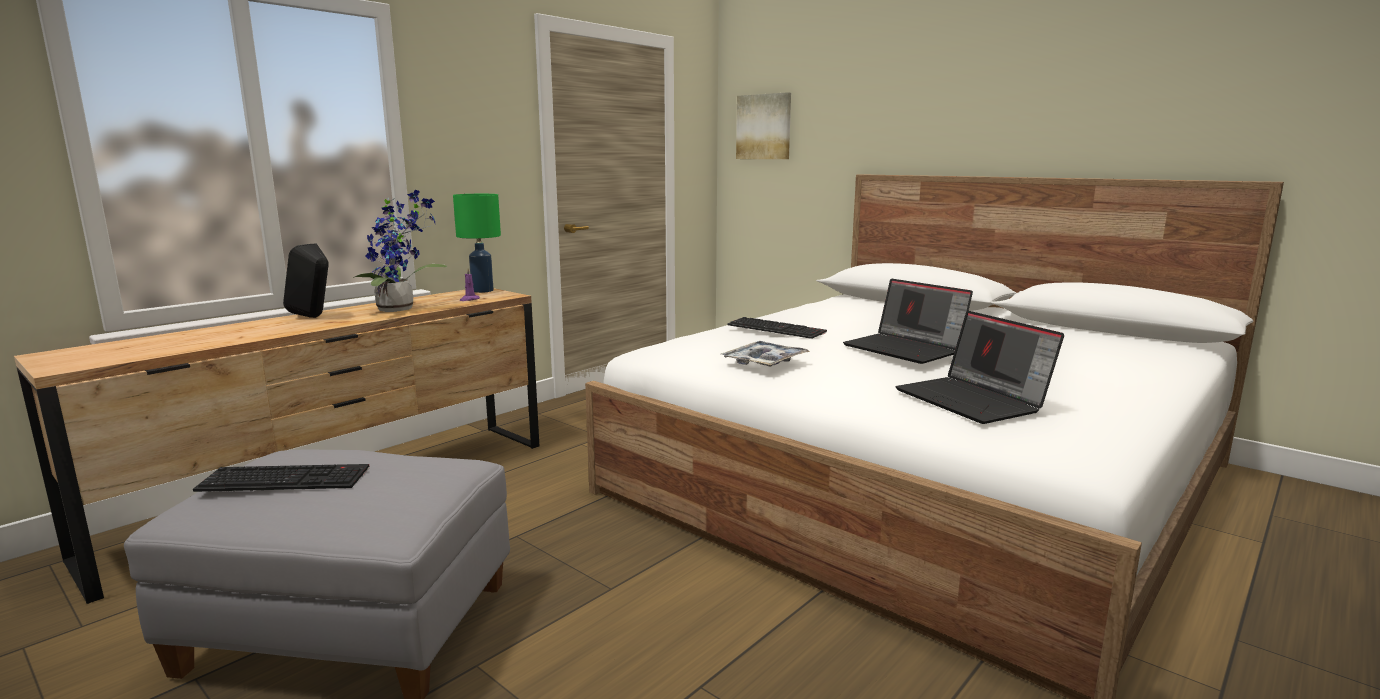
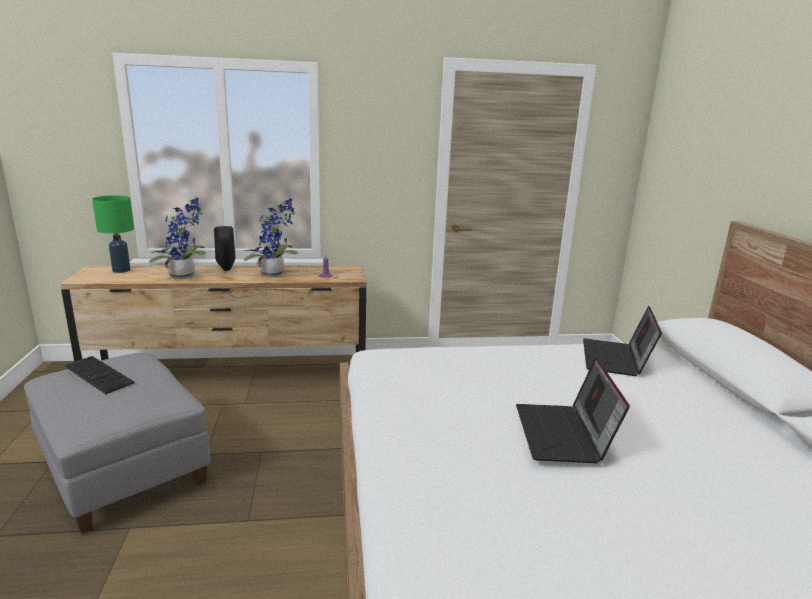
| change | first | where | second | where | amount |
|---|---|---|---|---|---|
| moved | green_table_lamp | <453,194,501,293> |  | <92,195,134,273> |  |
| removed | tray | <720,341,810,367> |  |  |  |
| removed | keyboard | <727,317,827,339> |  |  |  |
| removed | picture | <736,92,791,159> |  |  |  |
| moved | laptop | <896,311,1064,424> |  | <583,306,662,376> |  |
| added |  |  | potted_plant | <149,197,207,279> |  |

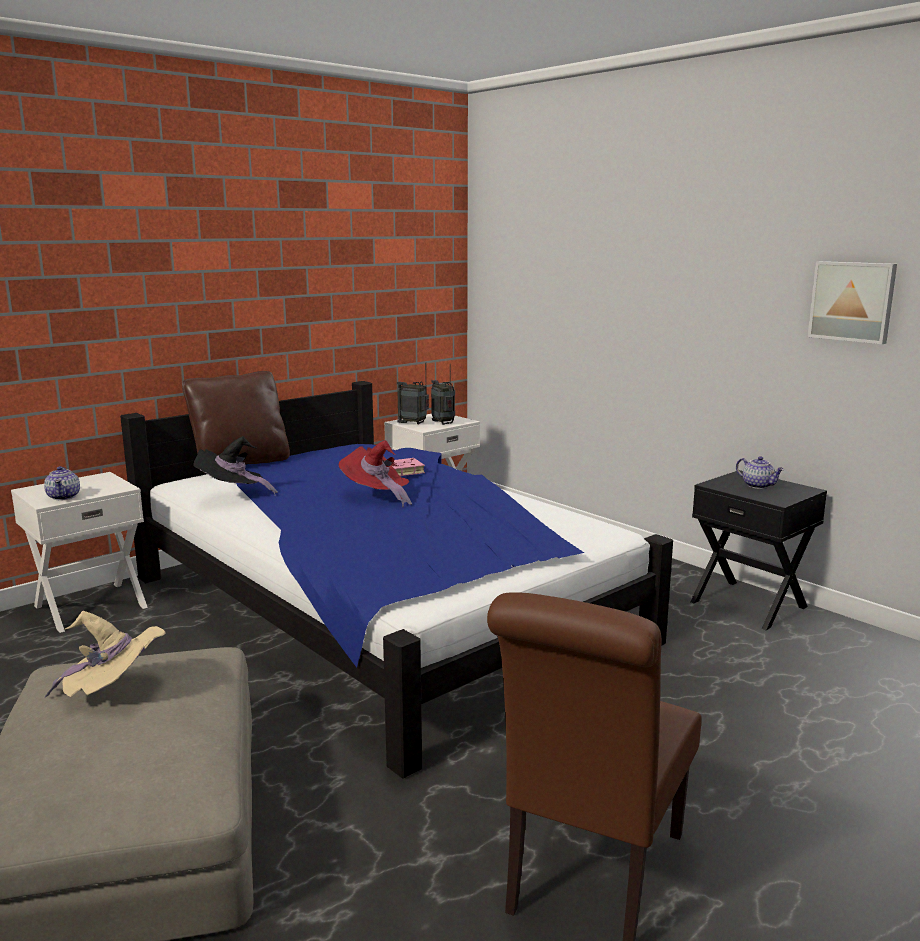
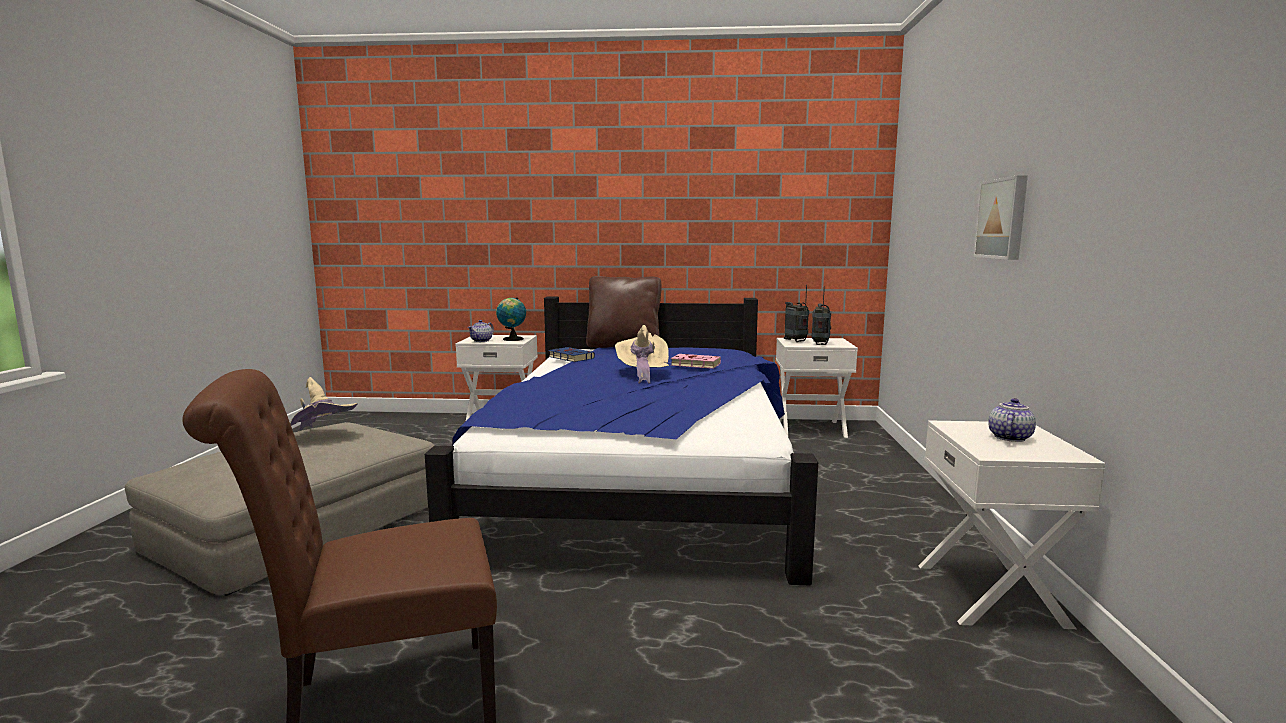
| change | first | where | second | where | amount |
|---|---|---|---|---|---|
| replaced | black_hat | <193,436,278,494> | blue_book | <548,347,595,362> |  |
| recoloured | red_hat | <339,440,412,507> | beige_hat | <615,325,669,383> |  |
| recoloured | black_nightstand | <690,470,827,630> | white_nightstand | <918,420,1105,629> |  |
| turned | teapot | <736,456,784,489> |  | <988,398,1036,442> | 150 degrees counterclockwise |
| moved | picture | <808,261,897,344> |  | <973,175,1028,260> |  |
| added |  |  | globe | <496,297,526,341> |  |

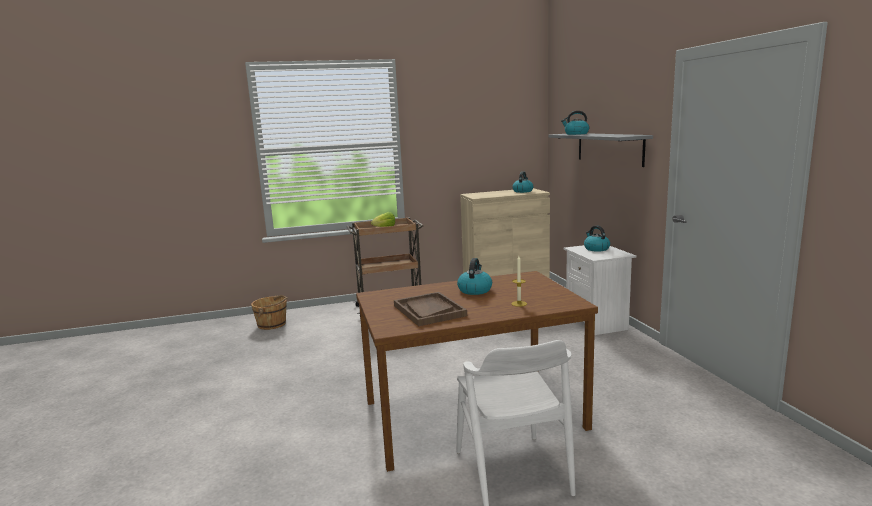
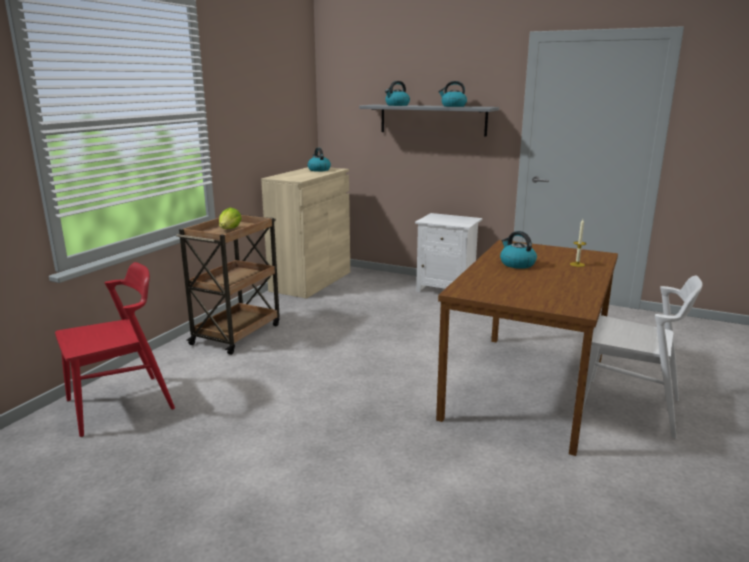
| change | first | where | second | where | amount |
|---|---|---|---|---|---|
| replaced | brown_bucket | <251,295,288,330> | red_chair | <55,262,175,437> |  |
| removed | brown_tray | <394,292,467,326> |  |  |  |
| moved | kettle | <584,225,610,252> |  | <438,81,467,107> |  |

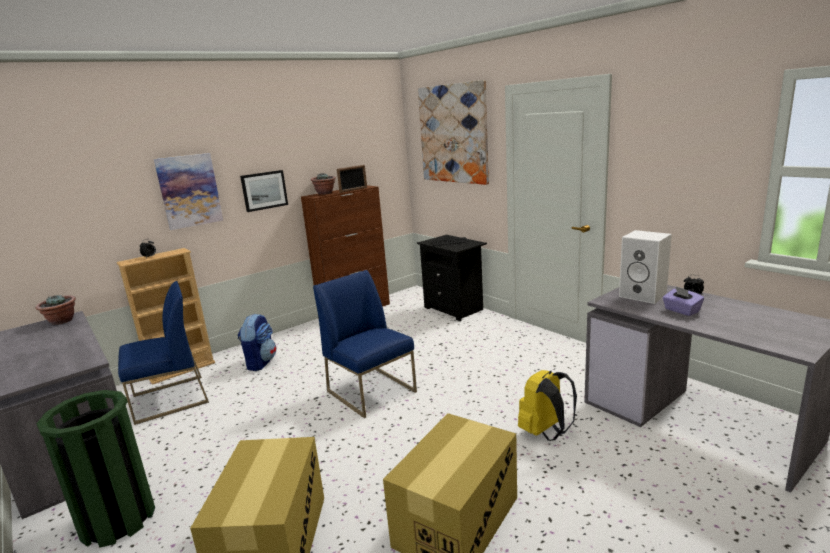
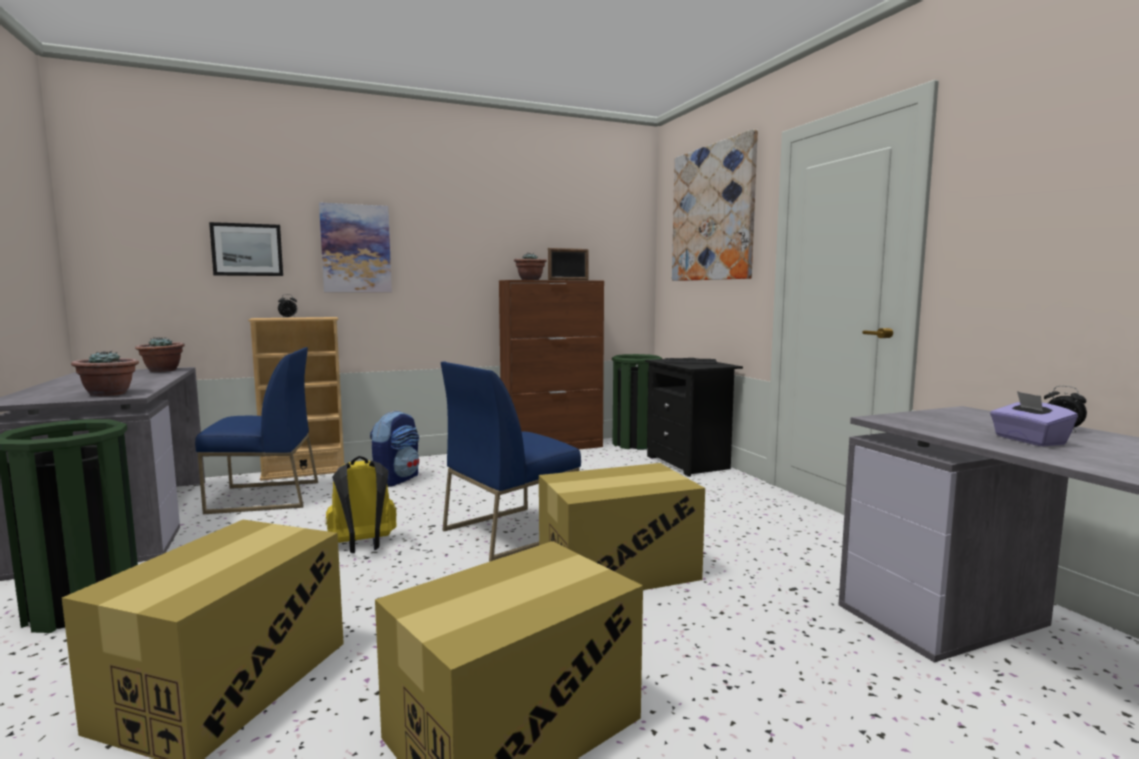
| change | first | where | second | where | amount |
|---|---|---|---|---|---|
| moved | picture | <240,170,288,212> |  | <209,222,283,276> |  |
| turned | blue_chair | <313,270,417,418> |  | <441,361,581,561> | 105 degrees counterclockwise |
| moved | yellow_backpack | <518,370,577,441> |  | <326,456,397,553> |  |
| removed | white_speaker | <619,230,672,304> |  |  |  |
| added |  |  | potted_plant | <71,351,139,396> |  |
| added |  |  | cardboard_box | <539,463,705,590> |  |
| added |  |  | green_trash_can | <612,354,662,450> |  |

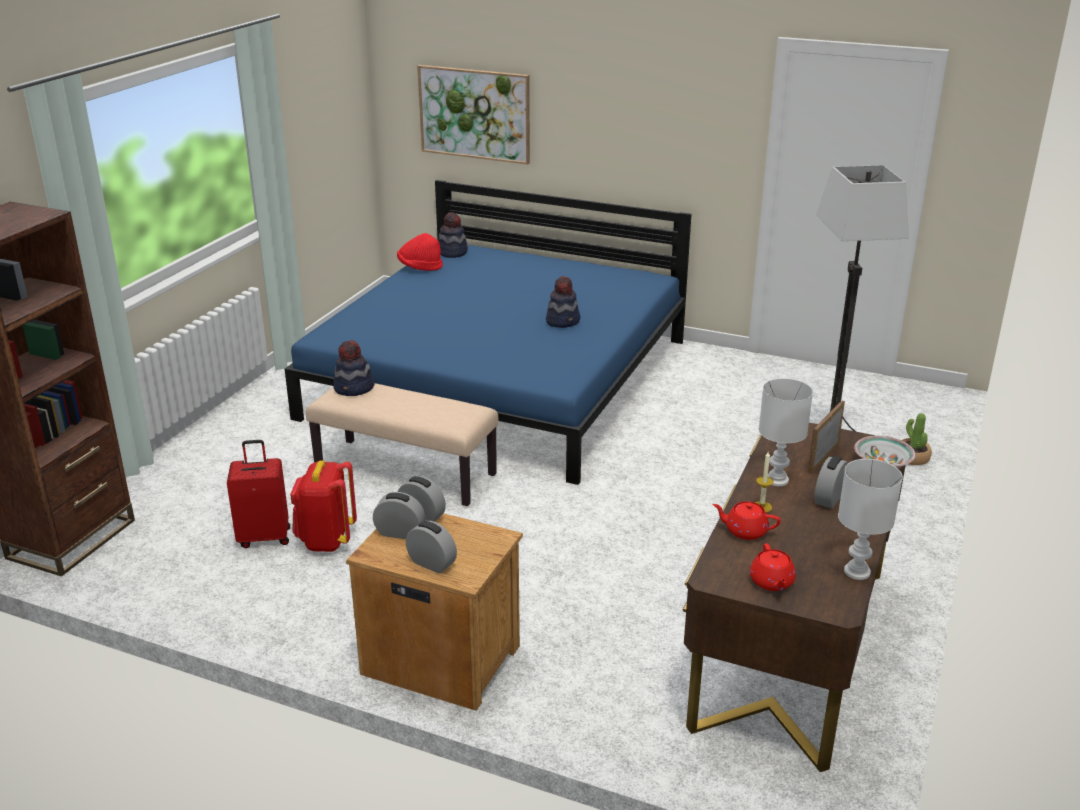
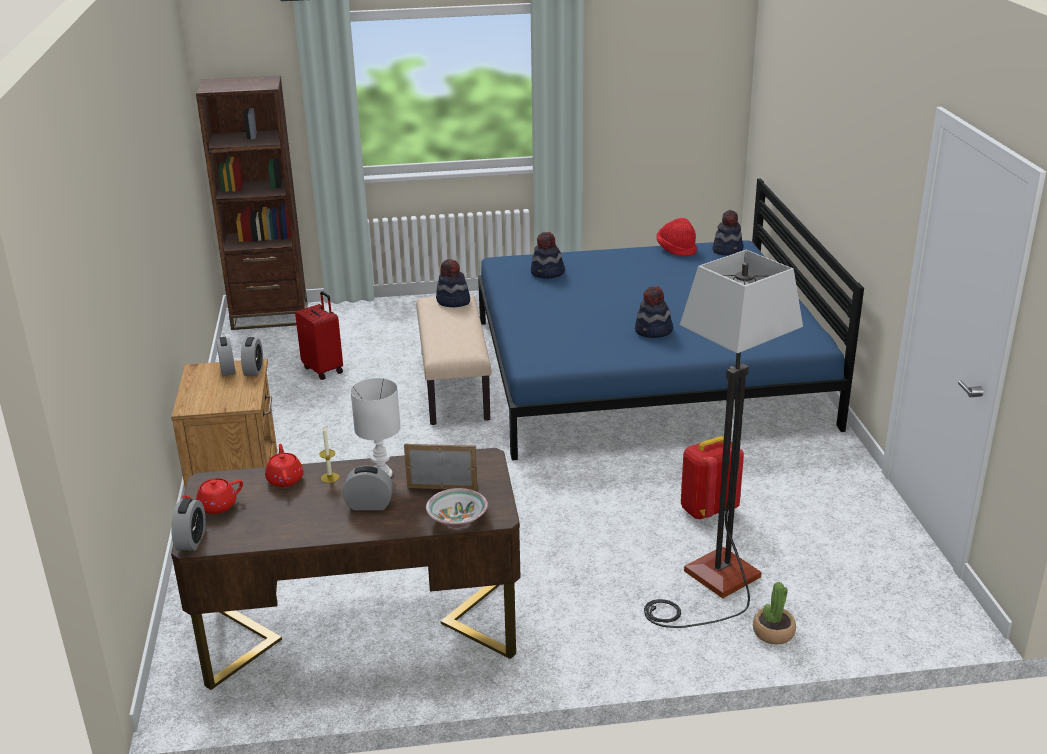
| change | first | where | second | where | amount |
|---|---|---|---|---|---|
| moved | red_backpack | <290,460,357,552> |  | <681,436,744,519> |  |
| moved | alarm_clock | <406,521,457,573> |  | <171,498,206,551> |  |
| removed | picture | <417,65,530,165> |  |  |  |
| removed | white_table_lamp | <838,459,903,580> |  |  |  |
| added |  |  | hat | <531,232,565,279> |  |

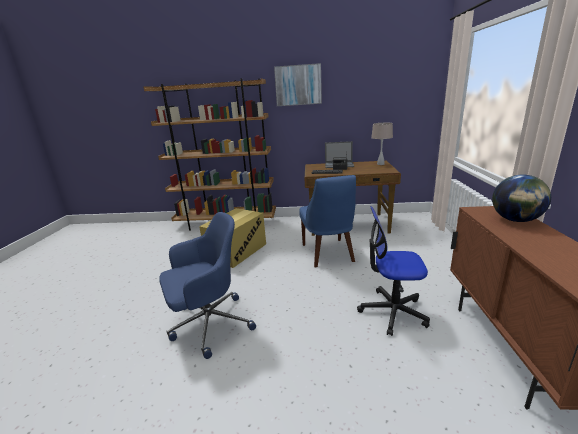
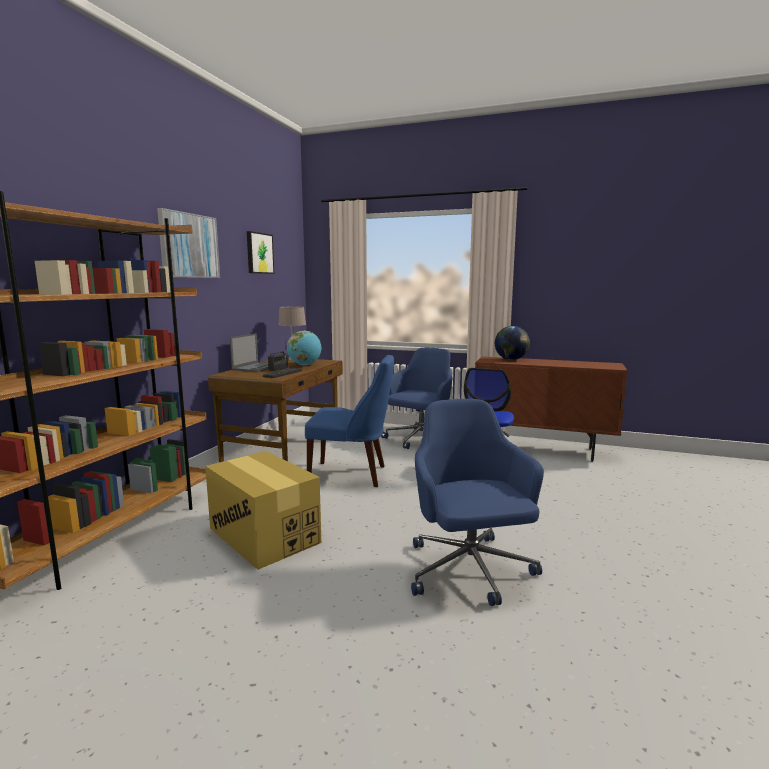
| change | first | where | second | where | amount |
|---|---|---|---|---|---|
| added |  |  | picture | <247,231,274,274> |  |
| added |  |  | globe | <287,331,321,365> |  |
| added |  |  | blue_office_chair | <381,348,453,449> |  |

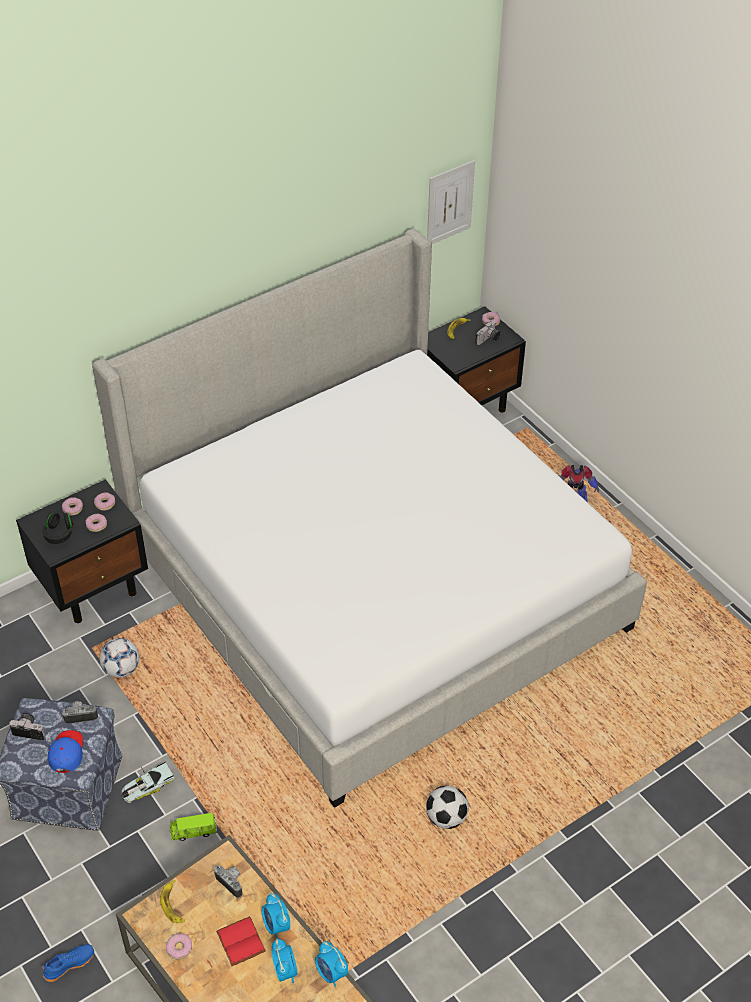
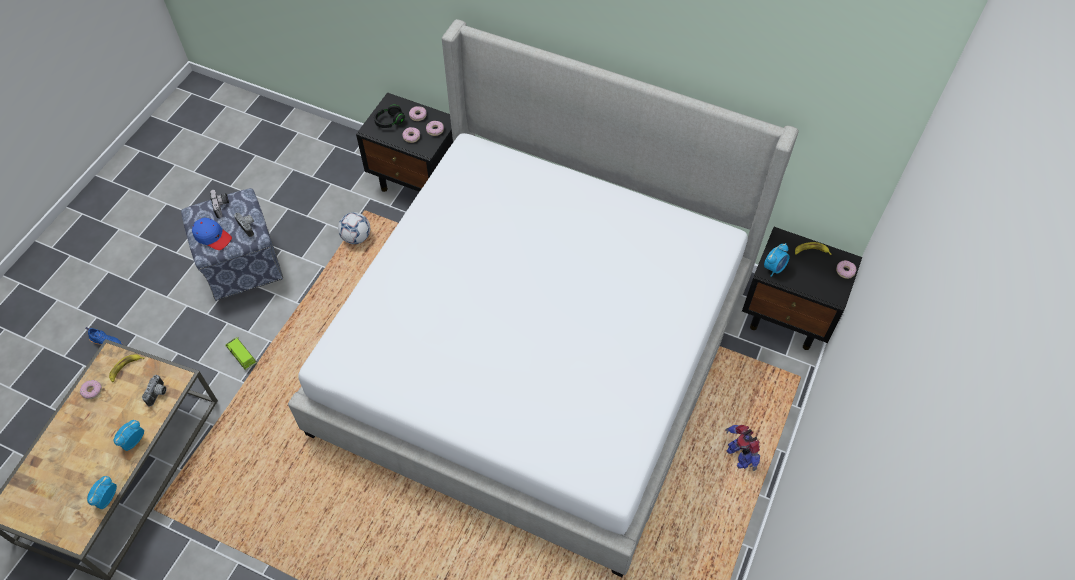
| change | first | where | second | where | amount |
|---|---|---|---|---|---|
| turned | blue_cap | <48,730,83,773> |  | <192,218,232,250> | 60 degrees clockwise |
| removed | toy_car | <121,762,174,803> |  |  |  |
| removed | red_book | <216,916,266,966> |  |  |  |
| moved | alarm_clock | <272,938,298,983> |  | <764,243,789,277> |  |
| removed | football | <426,786,469,829> |  |  |  |
| removed | picture | <427,160,475,244> |  |  |  |
| removed | photo_camera | <475,321,501,345> |  |  |  |

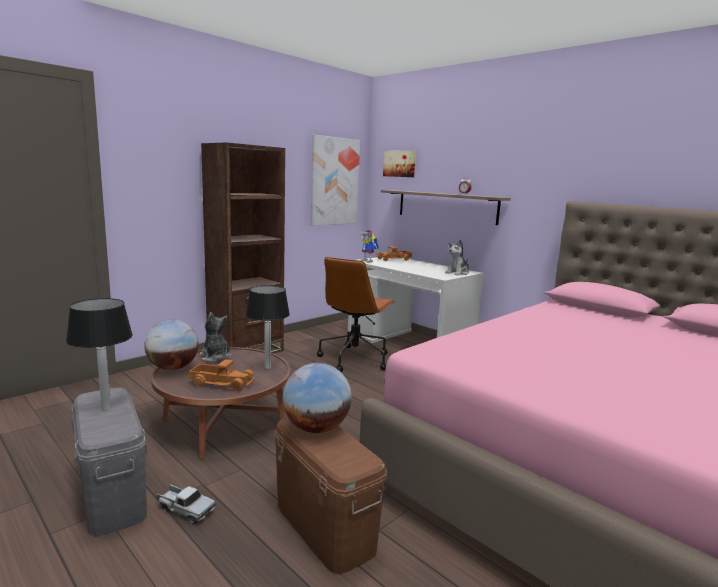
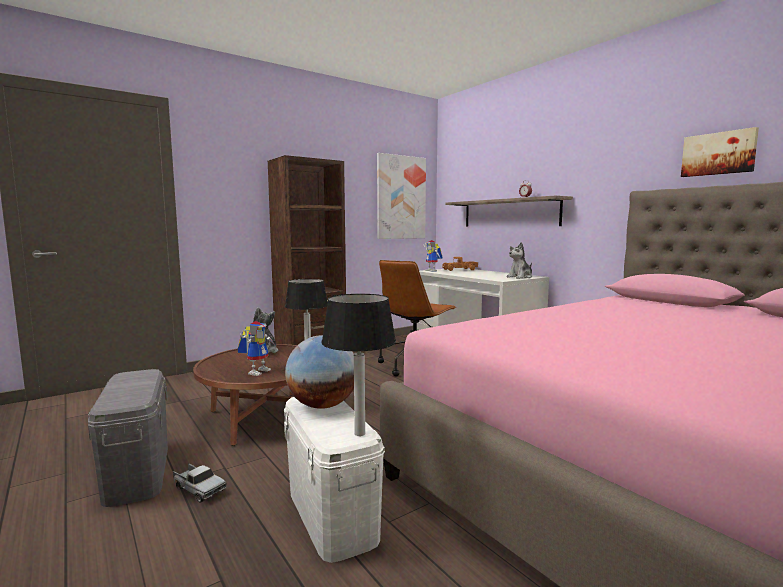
| change | first | where | second | where | amount |
|---|---|---|---|---|---|
| moved | table_lamp | <66,298,133,410> |  | <321,294,396,436> |  |
| removed | globe | <144,319,199,370> |  |  |  |
| replaced | toy_truck | <189,359,254,391> | toy_robot | <238,321,275,376> |  |
| recoloured | brown_storage_box | <274,417,387,574> | white_storage_box | <284,397,385,563> |  |
| moved | picture | <383,151,416,177> |  | <681,127,759,177> |  |

